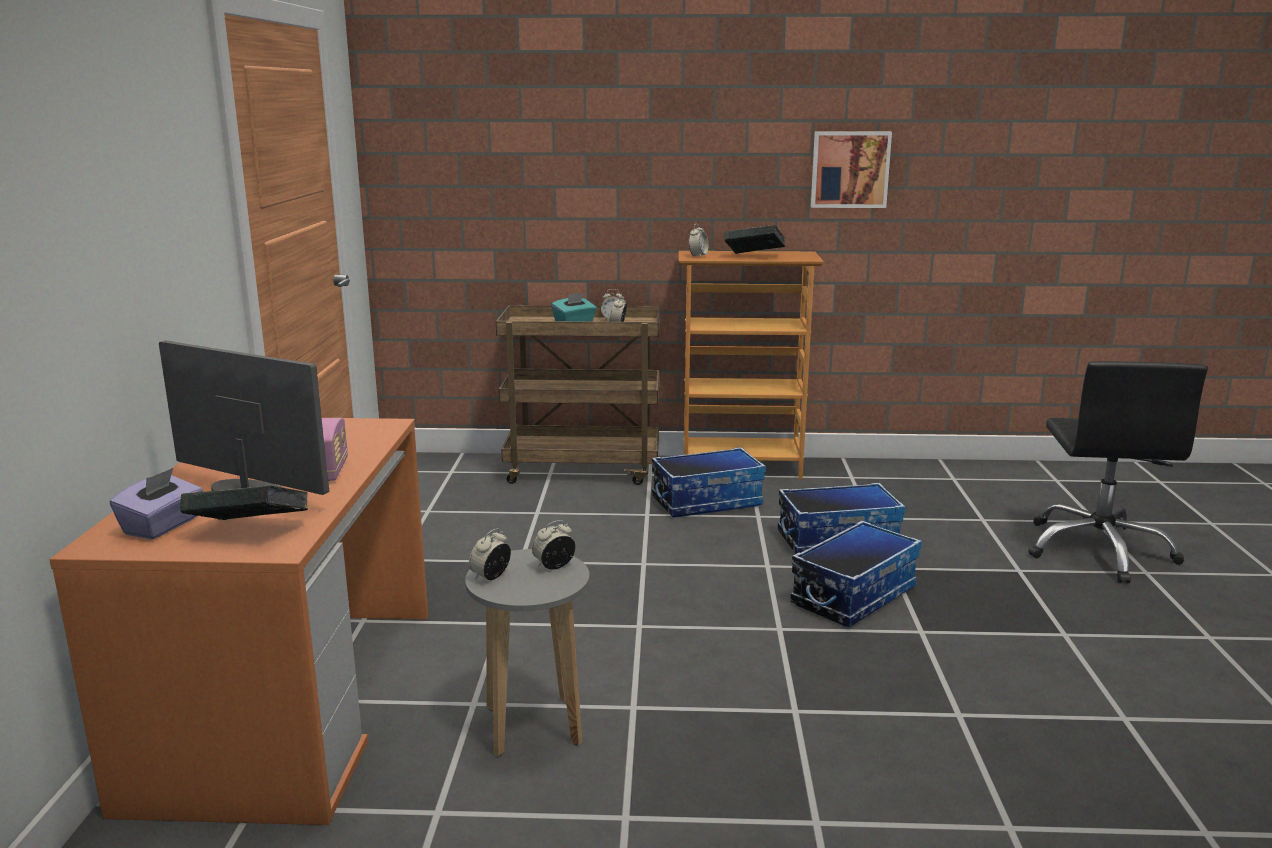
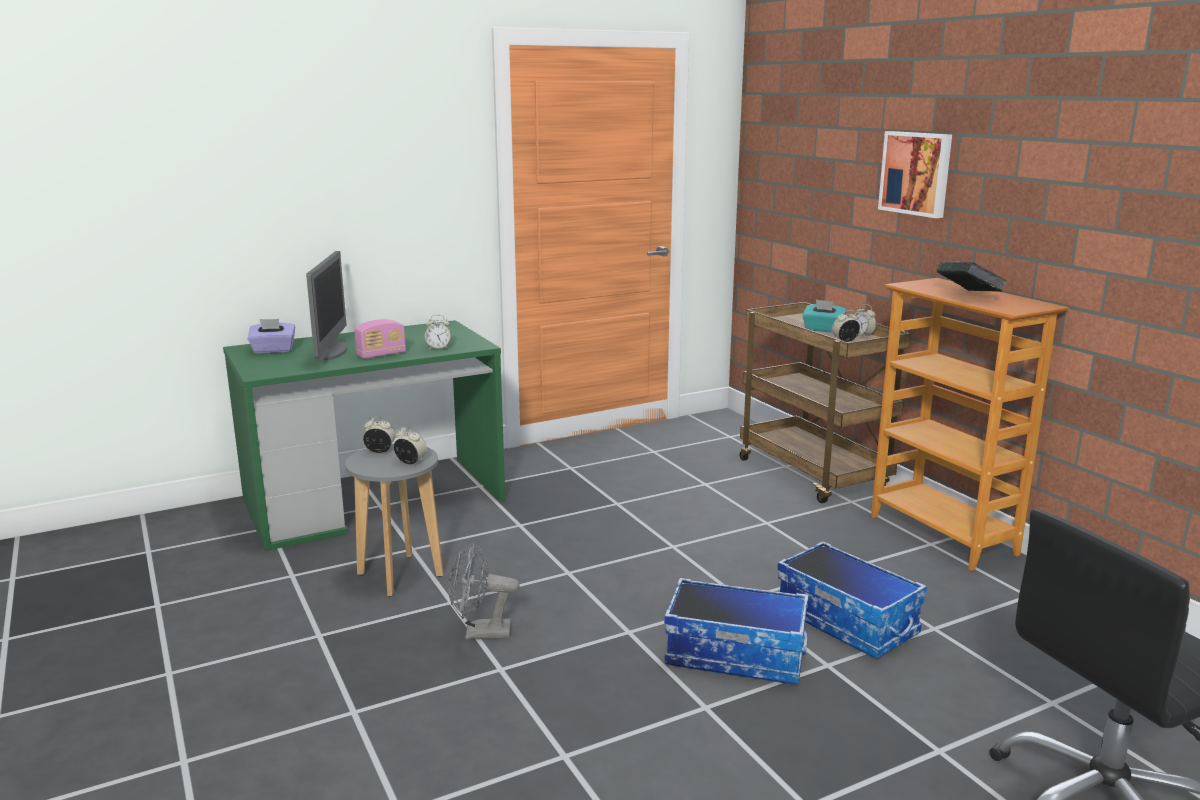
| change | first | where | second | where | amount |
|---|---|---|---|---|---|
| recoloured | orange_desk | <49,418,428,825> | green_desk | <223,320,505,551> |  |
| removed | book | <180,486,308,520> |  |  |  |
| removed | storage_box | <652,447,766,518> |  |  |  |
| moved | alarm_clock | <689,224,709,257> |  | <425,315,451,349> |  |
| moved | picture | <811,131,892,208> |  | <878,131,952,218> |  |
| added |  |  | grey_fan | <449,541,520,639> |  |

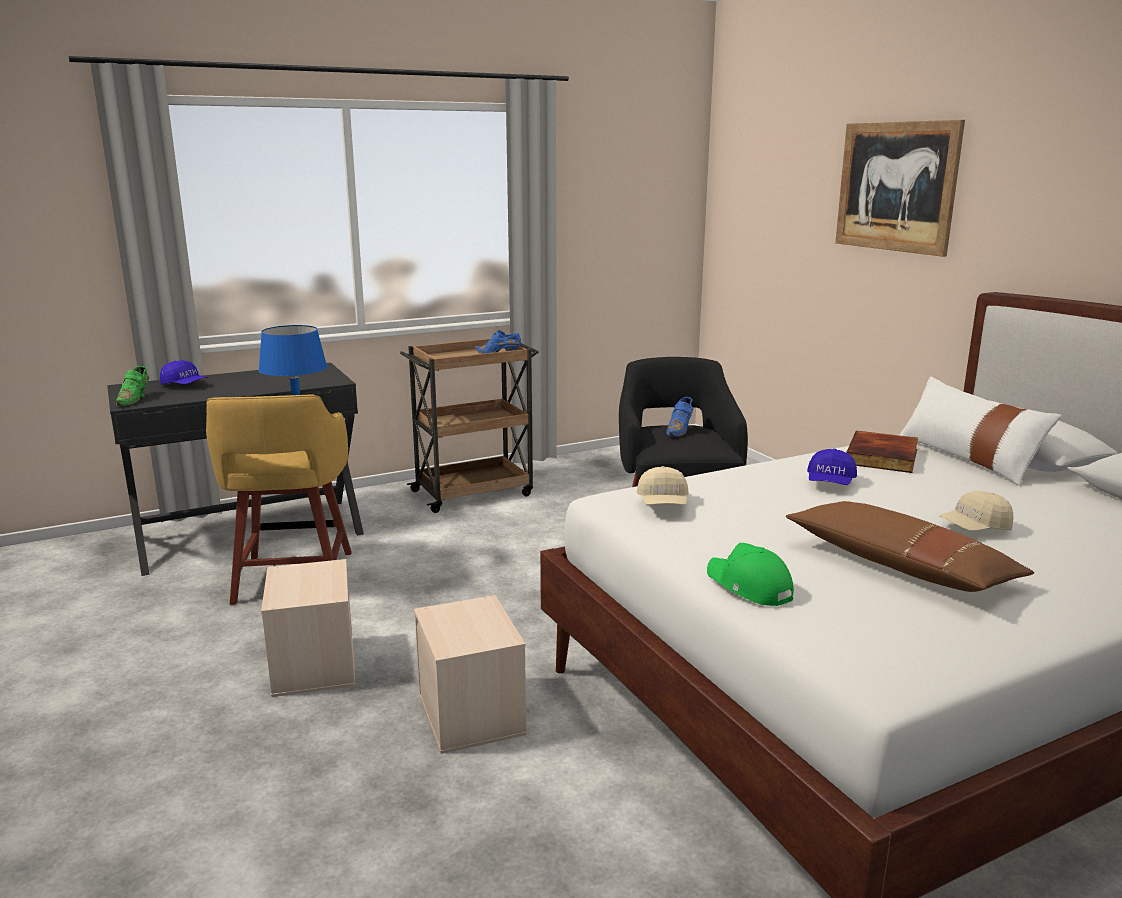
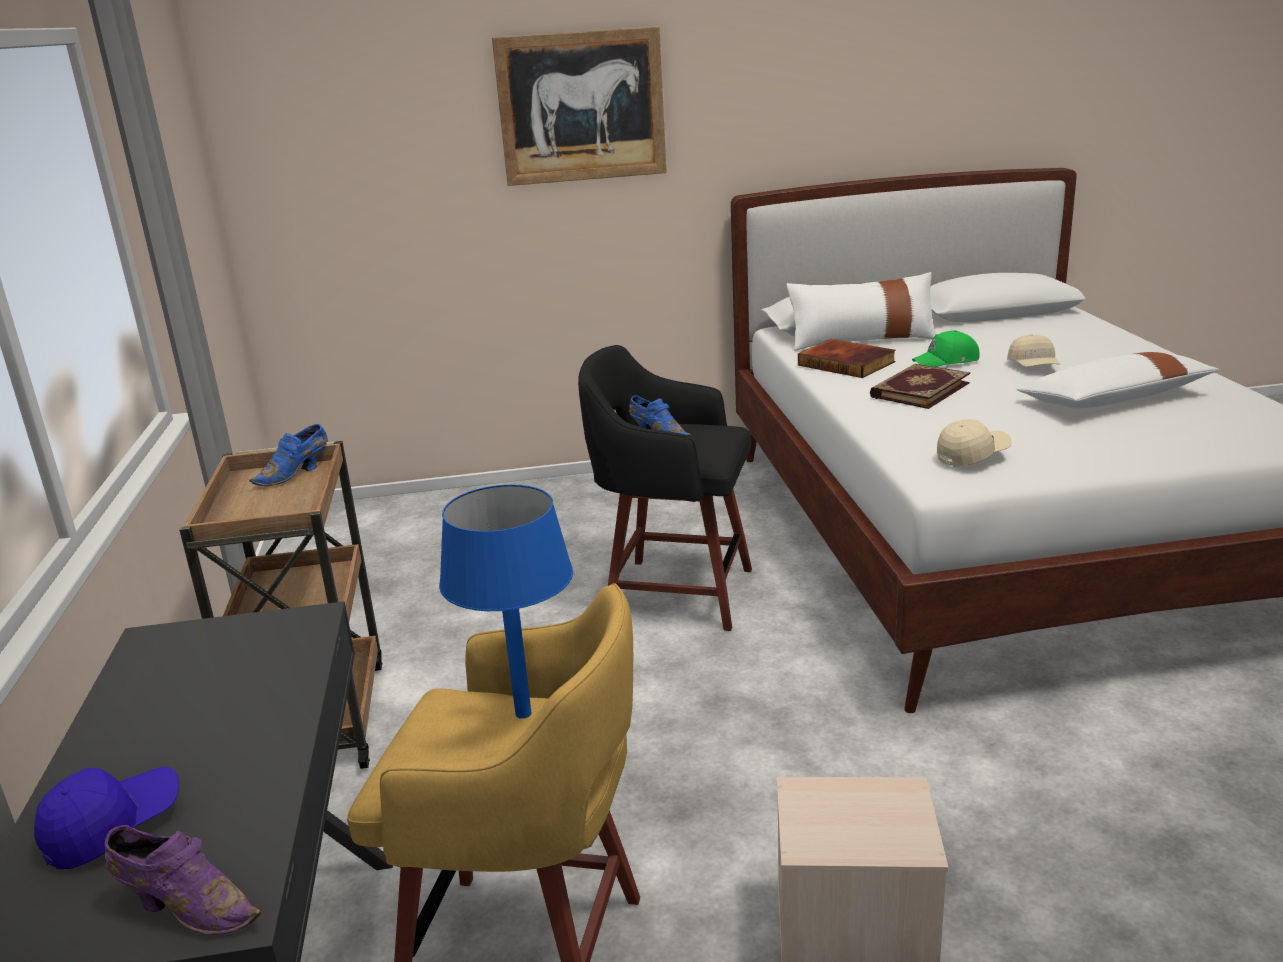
| change | first | where | second | where | amount |
|---|---|---|---|---|---|
| recoloured | green_shoe | <116,366,149,406> | purple_shoe | <105,825,260,935> |  |
| removed | beige_storage_box | <414,595,527,754> |  |  |  |
| turned | beige_cap | <637,466,689,505> |  | <937,419,1011,467> | 45 degrees counterclockwise |
| moved | green_cap | <707,543,794,606> |  | <912,330,979,367> |  |
| recoloured | brown_pillow | <786,501,1034,592> | white_pillow | <1017,352,1219,408> |  |
| replaced | blue_cap | <807,449,857,485> | book | <870,364,970,409> |  |

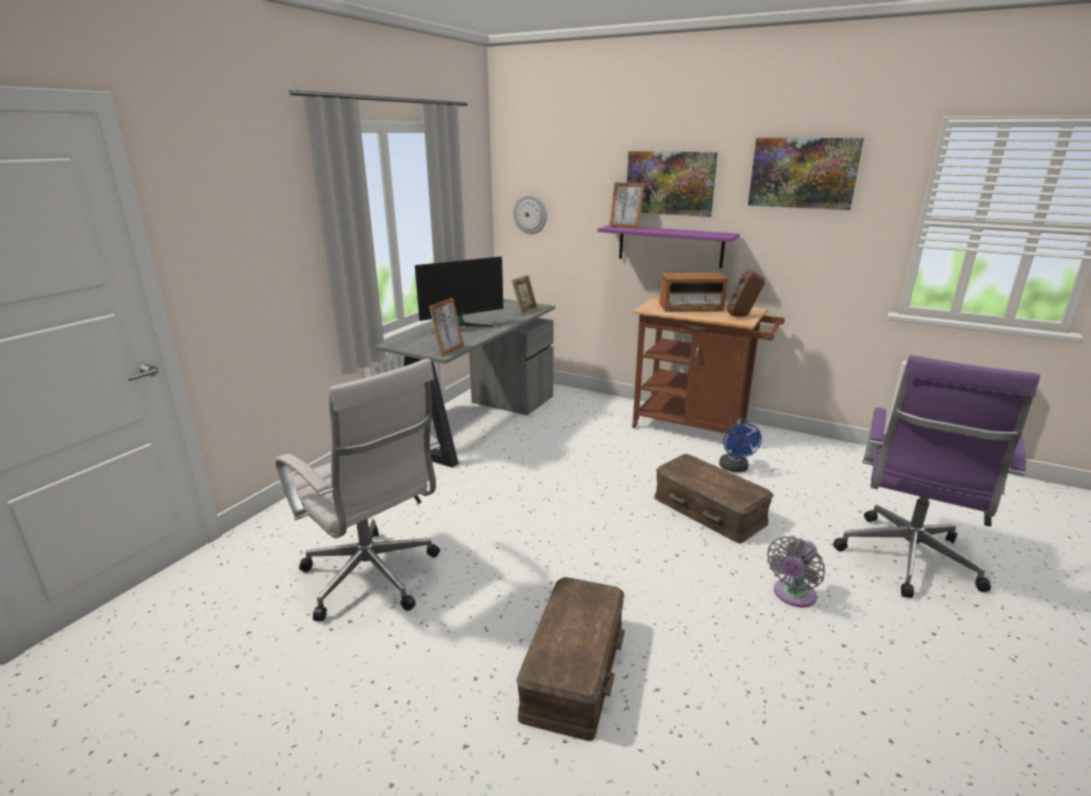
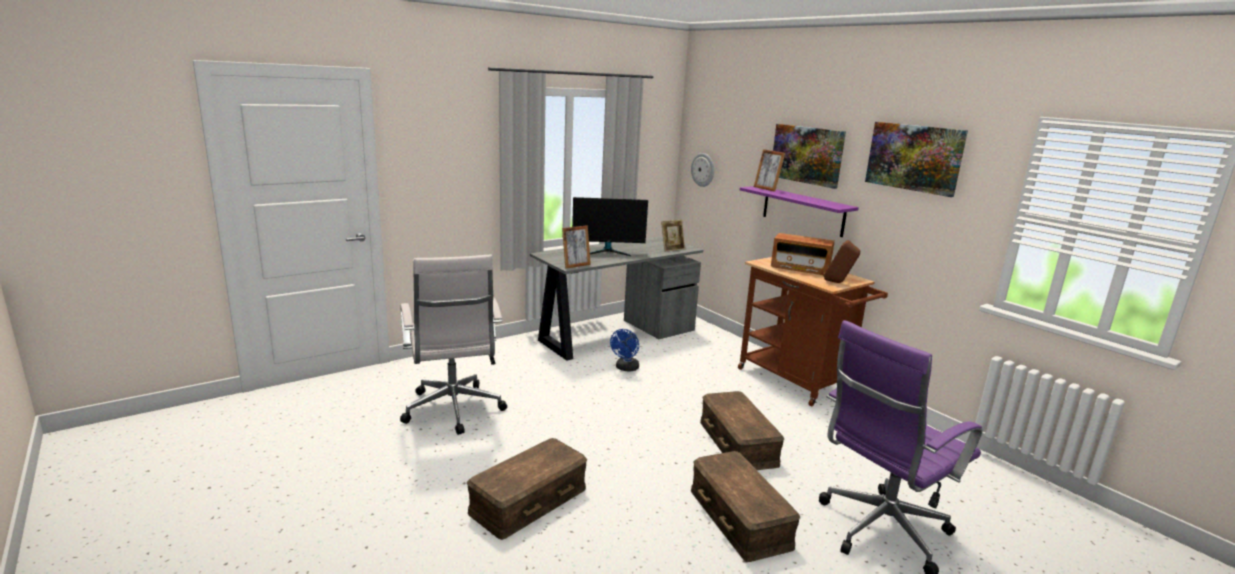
| change | first | where | second | where | amount |
|---|---|---|---|---|---|
| moved | blue_fan | <719,423,762,472> |  | <610,329,639,372> |  |
| replaced | grey_fan | <767,536,825,607> | brown_storage_box | <691,451,800,562> |  |

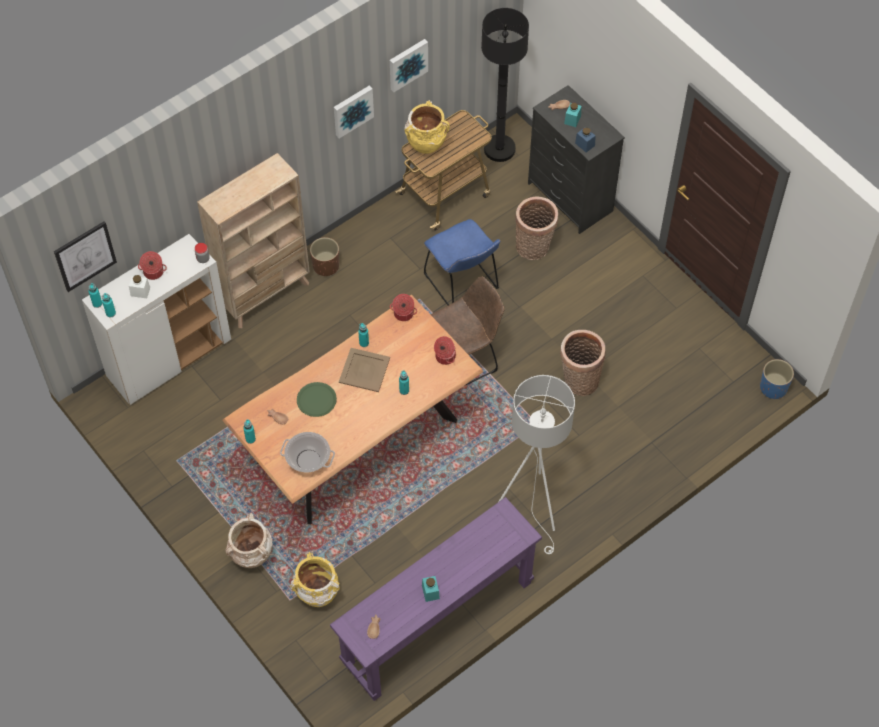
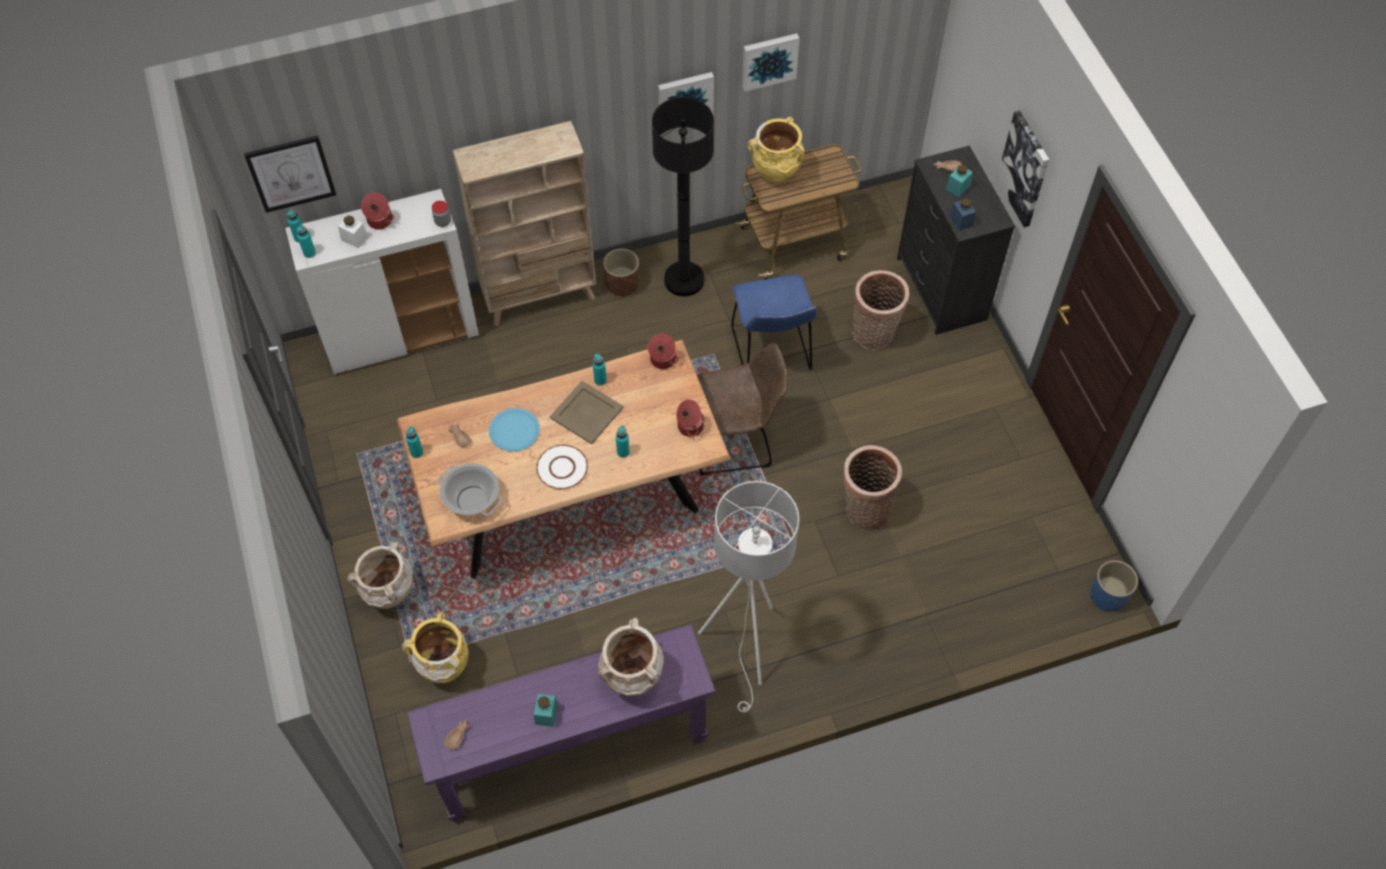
| change | first | where | second | where | amount |
|---|---|---|---|---|---|
| recoloured | green_plate | <297,382,337,417> | blue_plate | <489,408,540,452> |  |
| moved | black_floor_lamp | <481,8,529,162> |  | <652,97,714,296> |  |
| added |  |  | white_plate | <536,445,588,489> |  |
| added |  |  | beige_vase | <598,618,664,696> |  |
| added |  |  | picture | <997,110,1049,227> |  |

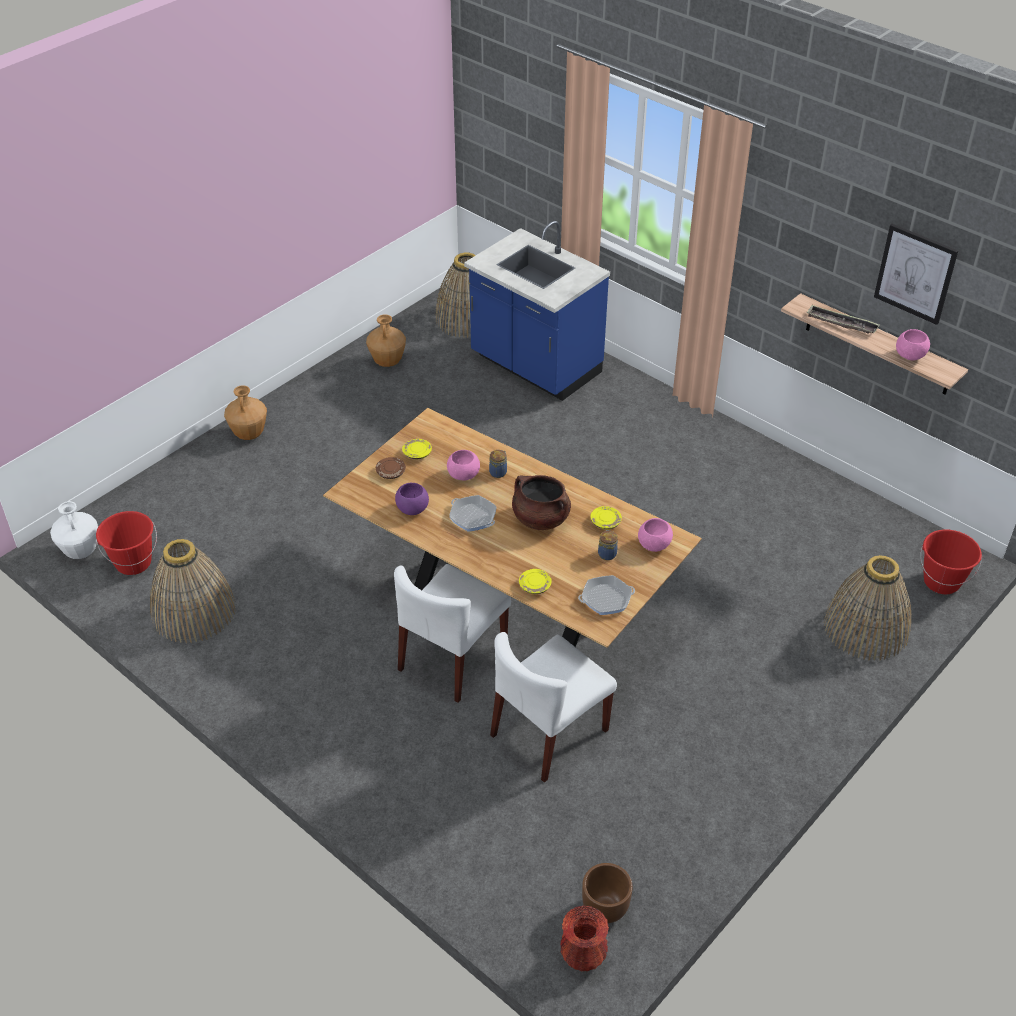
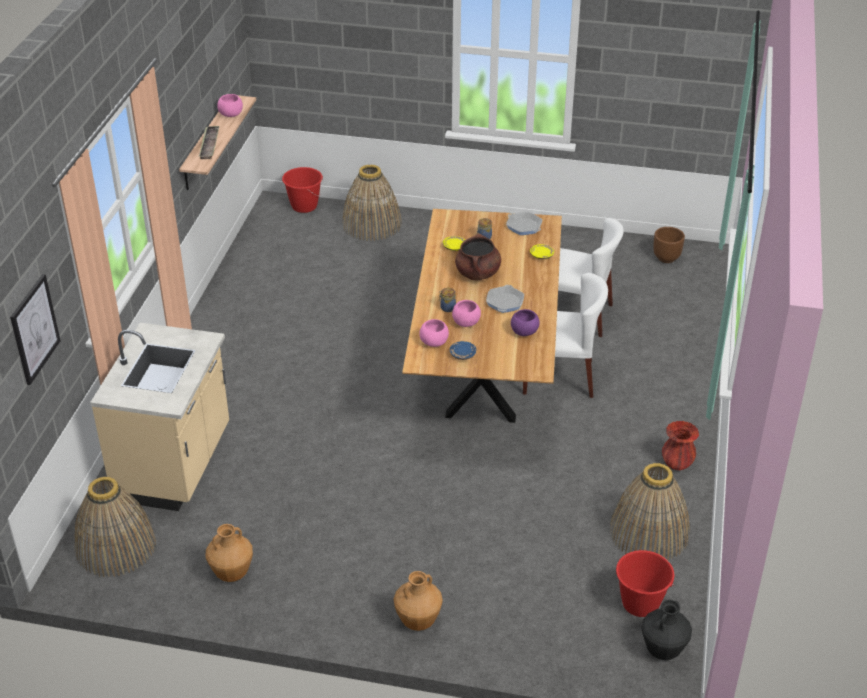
| change | first | where | second | where | amount |
|---|---|---|---|---|---|
| recoloured | white_vase | <50,501,98,559> | black_vase | <641,600,692,660> |  |
| removed | brown_plate | <376,457,406,479> |  |  |  |
| recoloured | yellow_plate | <402,439,432,459> | blue_plate | <450,341,476,360> |  |
| recoloured | blue_counter | <464,221,610,401> | beige_counter | <90,323,229,511> |  |
| moved | red_vase | <560,905,609,971> |  | <662,421,699,470> |  |
| moved | pink_bowl | <638,518,673,552> |  | <419,319,449,347> |  |
| moved | picture | <874,224,958,325> |  | <10,274,60,385> |  |

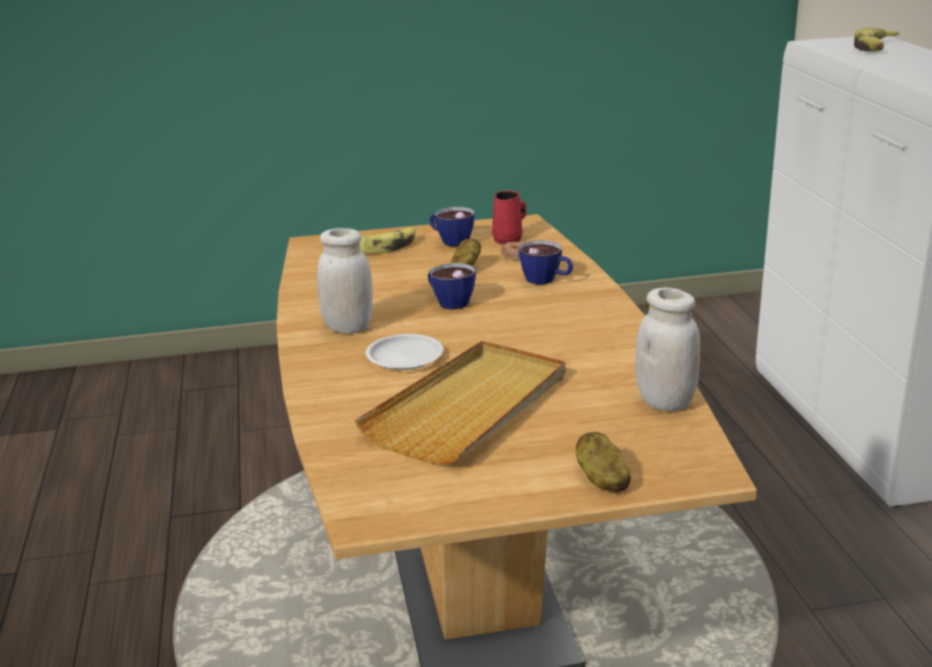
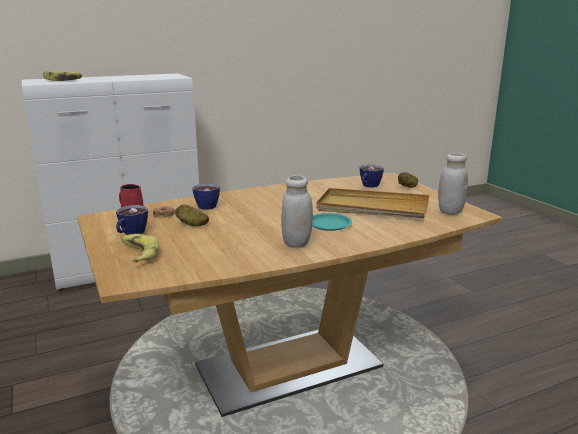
| change | first | where | second | where | amount |
|---|---|---|---|---|---|
| recoloured | white_plate | <366,334,444,370> | turquoise_plate | <312,213,352,231> |  |
| moved | cup | <428,263,476,309> |  | <360,165,384,187> |  |
| moved | white_jar | <635,287,700,411> |  | <438,153,468,215> |  |

